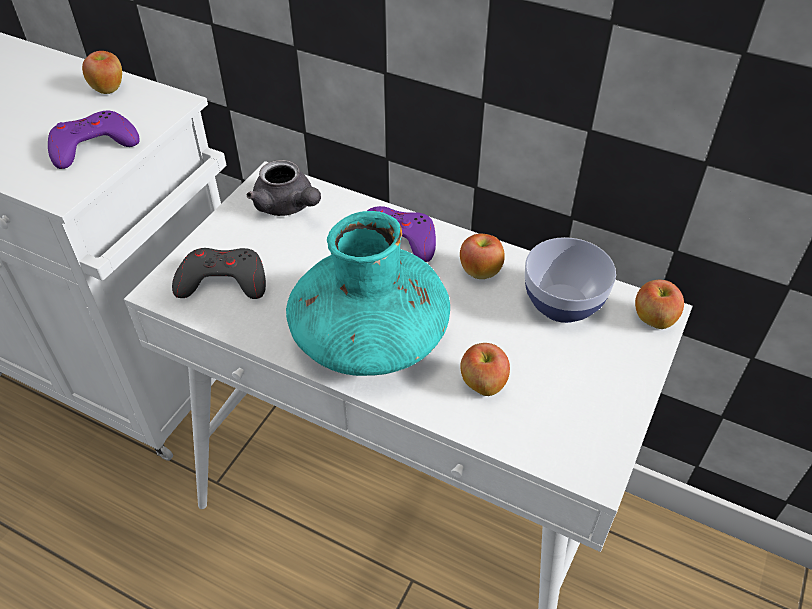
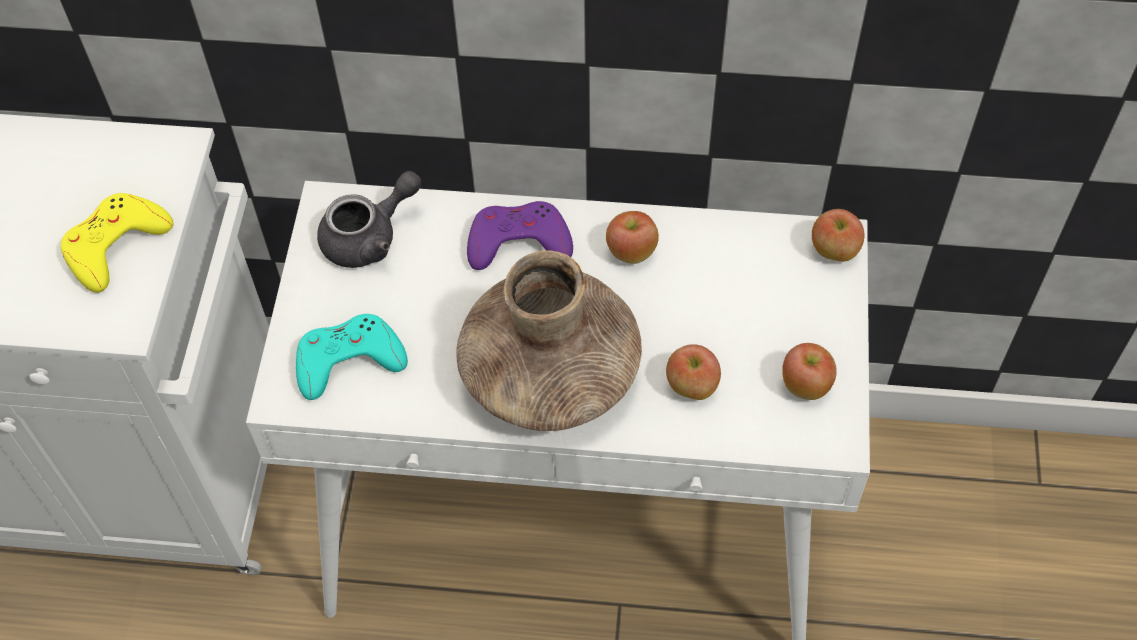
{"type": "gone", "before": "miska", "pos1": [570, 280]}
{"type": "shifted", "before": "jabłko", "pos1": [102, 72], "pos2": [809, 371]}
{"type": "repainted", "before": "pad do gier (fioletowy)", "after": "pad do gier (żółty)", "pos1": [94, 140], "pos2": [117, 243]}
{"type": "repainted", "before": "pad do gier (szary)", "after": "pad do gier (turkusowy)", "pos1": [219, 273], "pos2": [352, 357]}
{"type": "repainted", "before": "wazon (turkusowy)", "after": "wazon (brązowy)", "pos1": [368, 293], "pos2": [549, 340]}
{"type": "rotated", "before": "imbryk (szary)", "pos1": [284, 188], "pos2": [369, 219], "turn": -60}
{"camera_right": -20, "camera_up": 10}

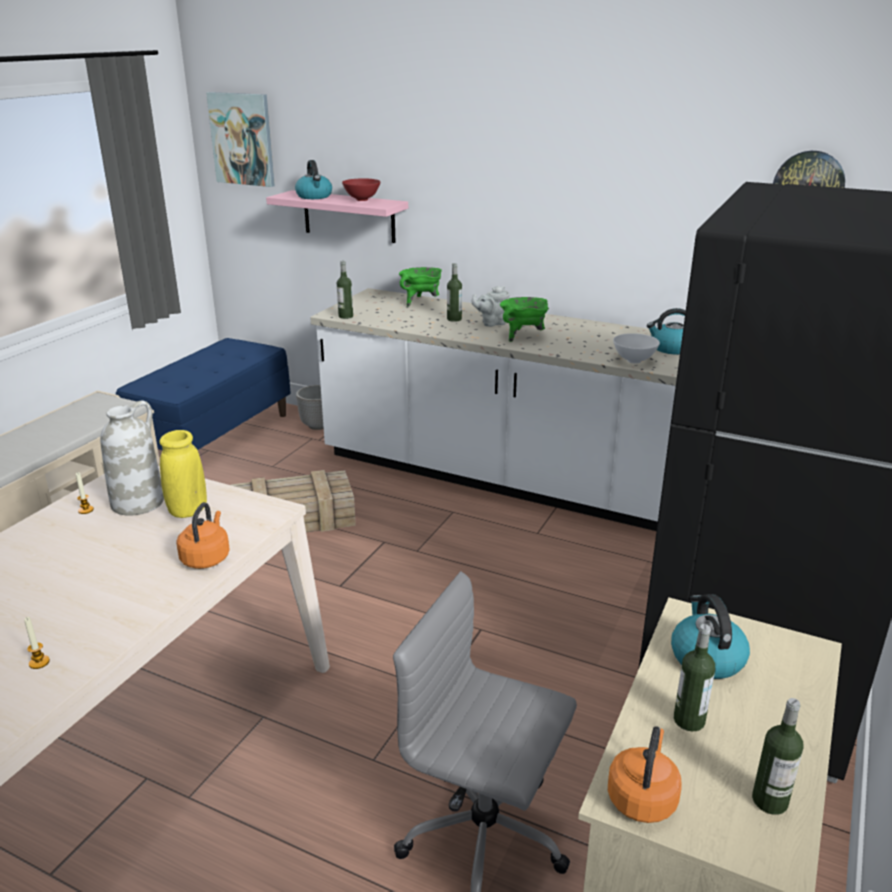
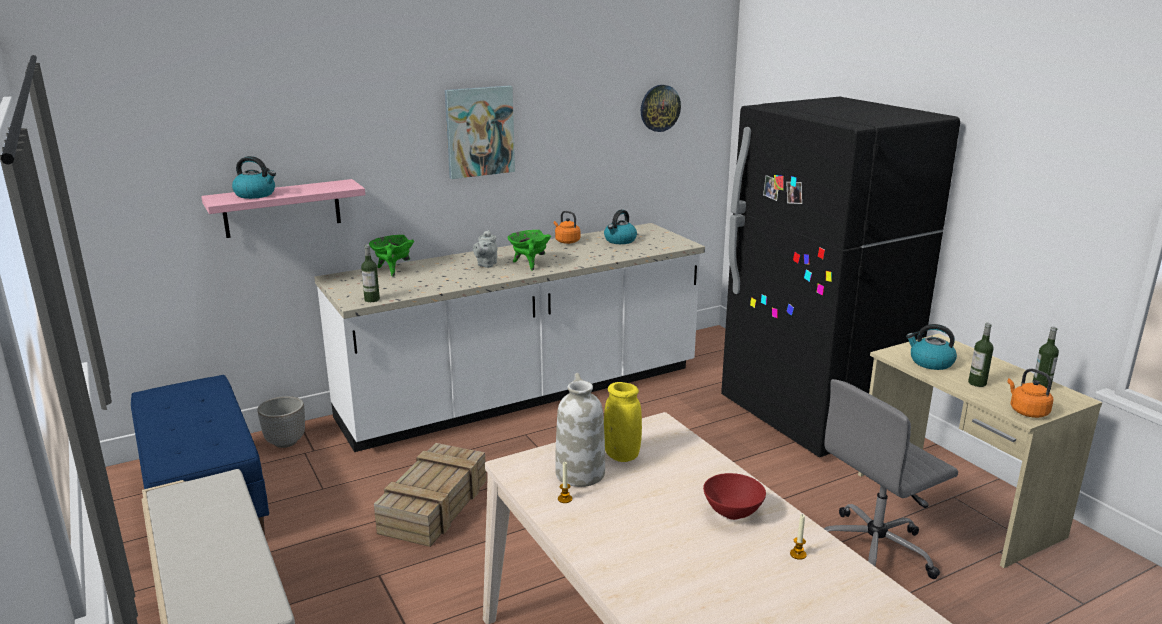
{"type": "gone", "before": "butelka", "pos1": [454, 292]}
{"type": "gone", "before": "miska (biały)", "pos1": [636, 348]}
{"type": "shifted", "before": "czajnik (pomarańczowy)", "pos1": [203, 535], "pos2": [567, 227]}
{"type": "shifted", "before": "obraz", "pos1": [240, 139], "pos2": [480, 132]}
{"type": "shifted", "before": "miska (czerwony)", "pos1": [361, 189], "pos2": [734, 496]}
{"camera_right": -55, "camera_up": -5}

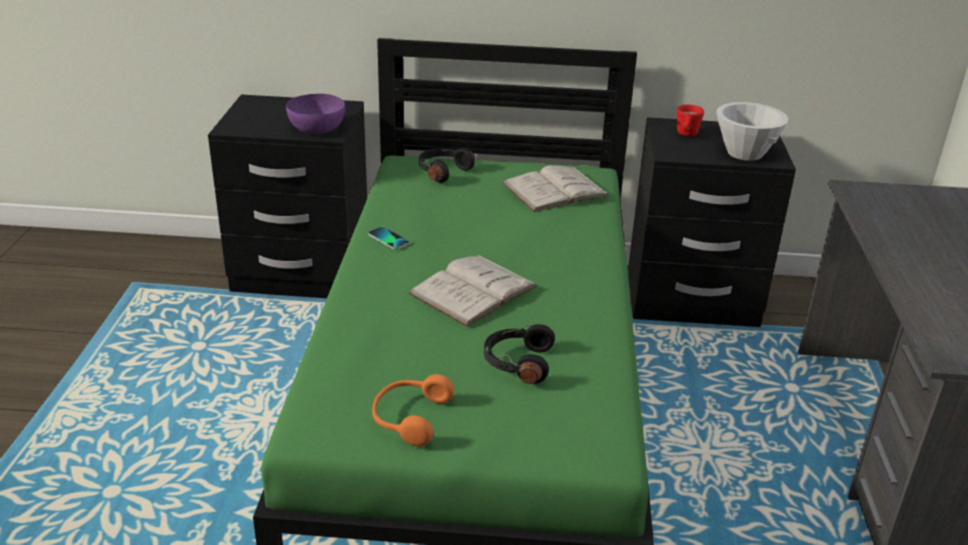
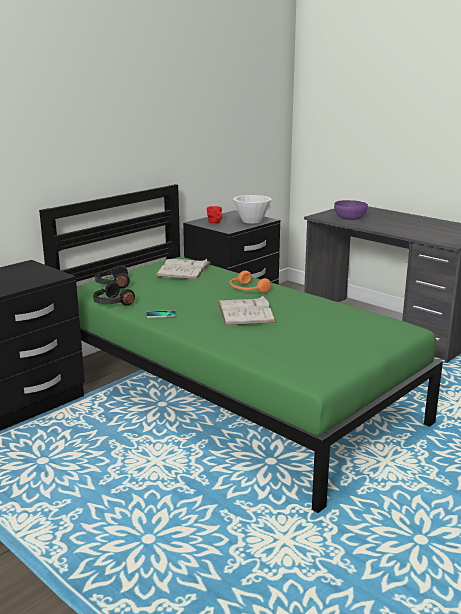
{"type": "shifted", "before": "miska (fioletowy)", "pos1": [315, 114], "pos2": [351, 210]}
{"type": "shifted", "before": "słuchawki (pomarańczowy)", "pos1": [413, 410], "pos2": [250, 282]}
{"type": "shifted", "before": "słuchawki (czarny)", "pos1": [519, 354], "pos2": [114, 294]}
{"camera_right": -50, "camera_up": -10}

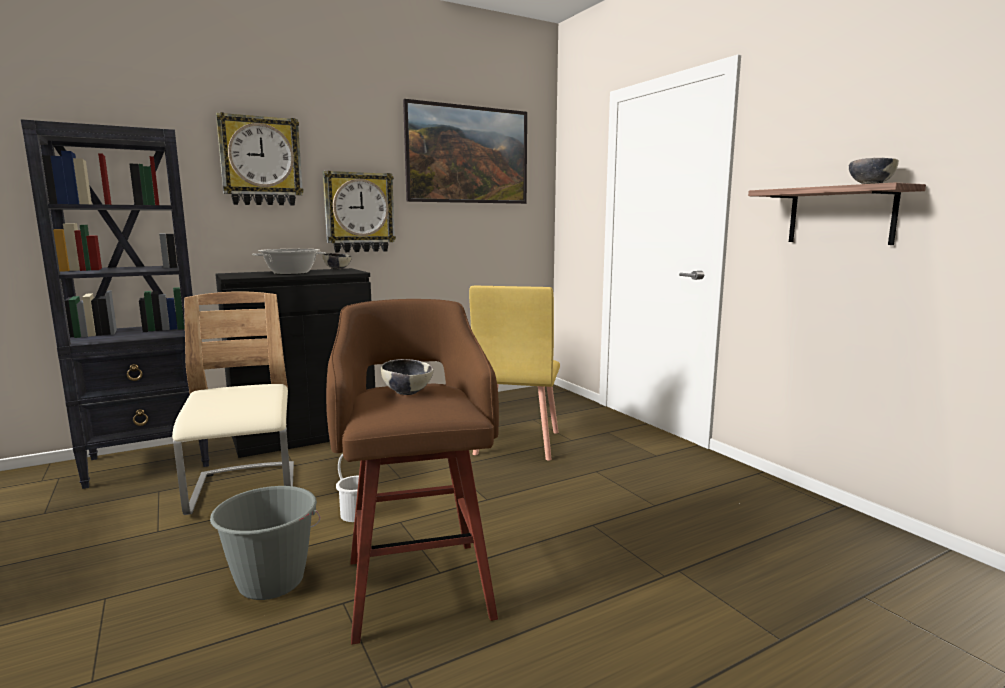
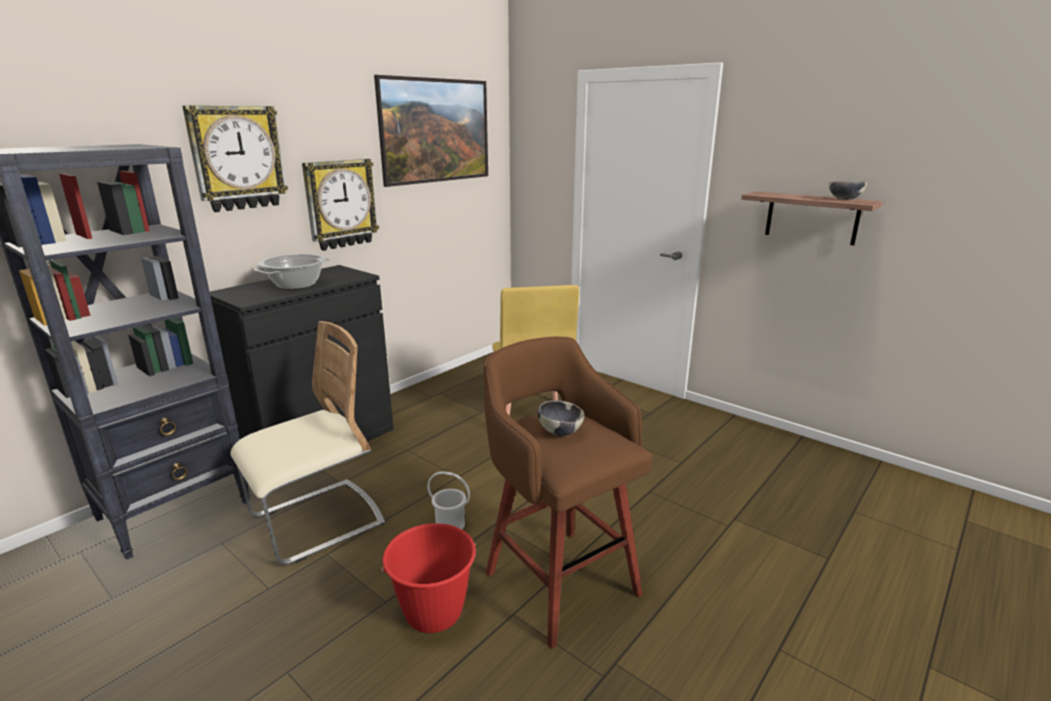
{"type": "gone", "before": "miska", "pos1": [337, 261]}
{"type": "repainted", "before": "wiadro (szary)", "after": "wiadro (czerwony)", "pos1": [265, 543], "pos2": [428, 578]}
{"type": "rotated", "before": "krzesło (beżowy)", "pos1": [233, 403], "pos2": [307, 443], "turn": 90}
{"camera_right": -20, "camera_up": 10}

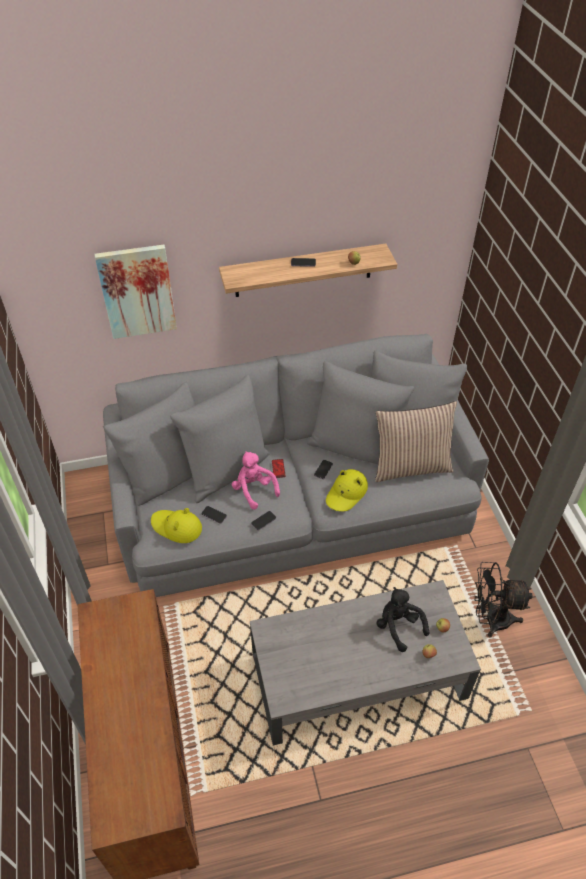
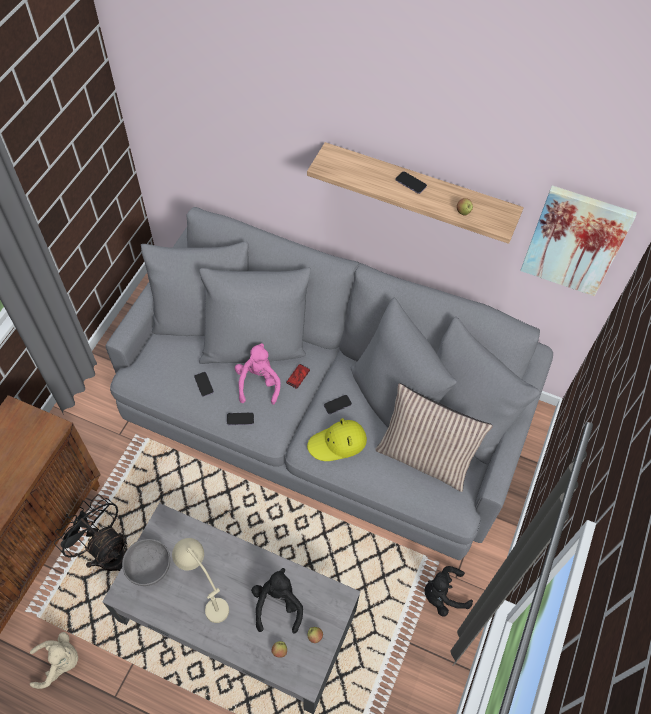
{"type": "gone", "before": "kapelusz (żółty)", "pos1": [176, 525]}
{"type": "new", "after": "pluszak (beżowy)", "pos2": [54, 660]}
{"type": "new", "after": "miska (szary)", "pos2": [146, 562]}
{"type": "new", "after": "lampa stołowa (beżowy)", "pos2": [200, 580]}
{"type": "new", "after": "pluszak (czarny)", "pos2": [449, 591]}
{"type": "shifted", "before": "obraz", "pos1": [135, 291], "pos2": [578, 240]}
{"type": "shifted", "before": "wentylator (czarny)", "pos1": [504, 600], "pos2": [90, 532]}
{"camera_right": 35, "camera_up": 10}

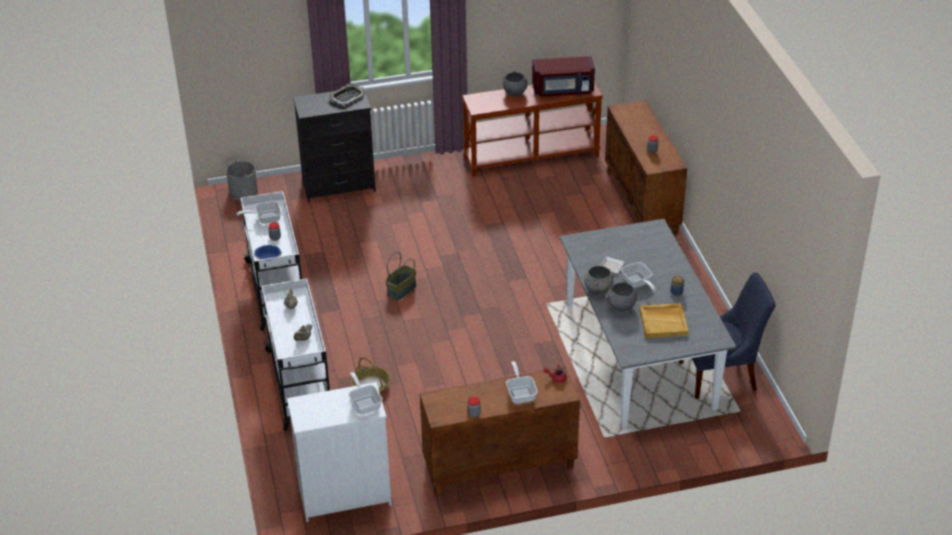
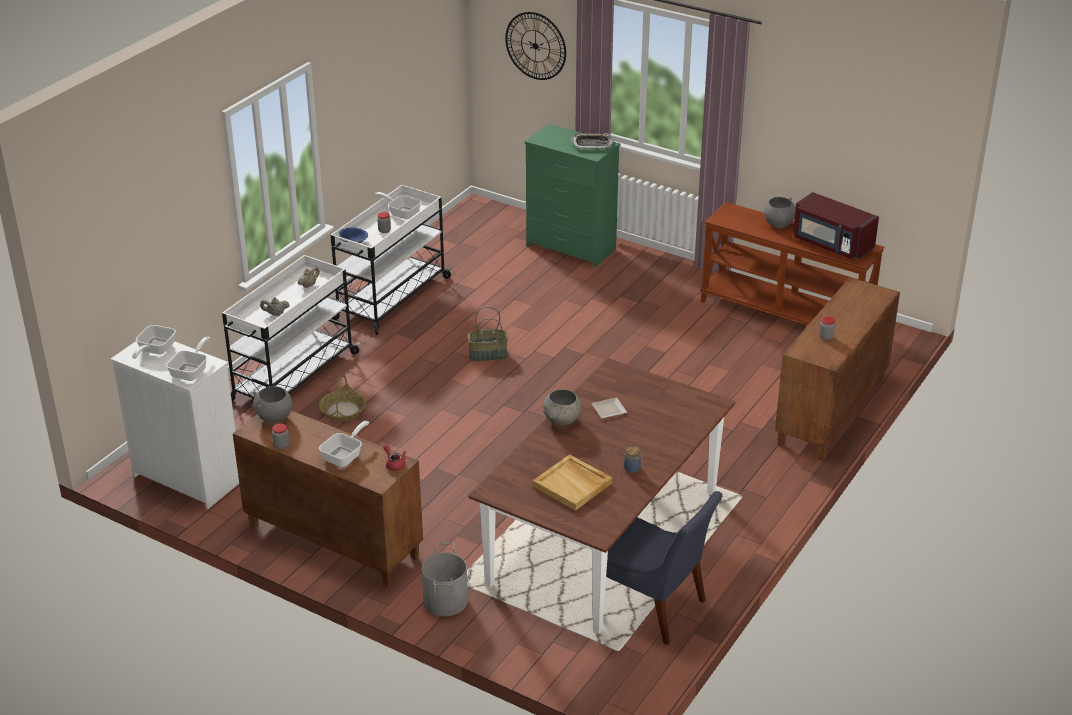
{"type": "new", "after": "zegar ścienny", "pos2": [535, 46]}
{"type": "shifted", "before": "wiadro (szary)", "pos1": [241, 179], "pos2": [445, 579]}
{"type": "shifted", "before": "miska (szary)", "pos1": [622, 297], "pos2": [272, 404]}
{"type": "shifted", "before": "patelnia", "pos1": [638, 276], "pos2": [154, 342]}
{"type": "repainted", "before": "komoda (czarny)", "after": "komoda (zielony)", "pos1": [334, 144], "pos2": [572, 196]}
{"type": "repainted", "before": "stół jadalny (szary)", "after": "stół jadalny (brązowy)", "pos1": [648, 323], "pos2": [601, 496]}
{"camera_right": 45, "camera_up": -5}

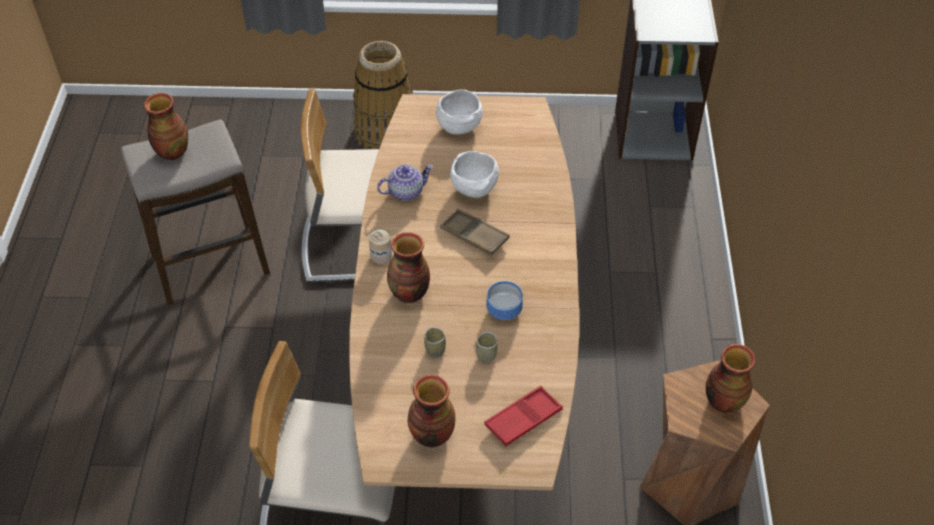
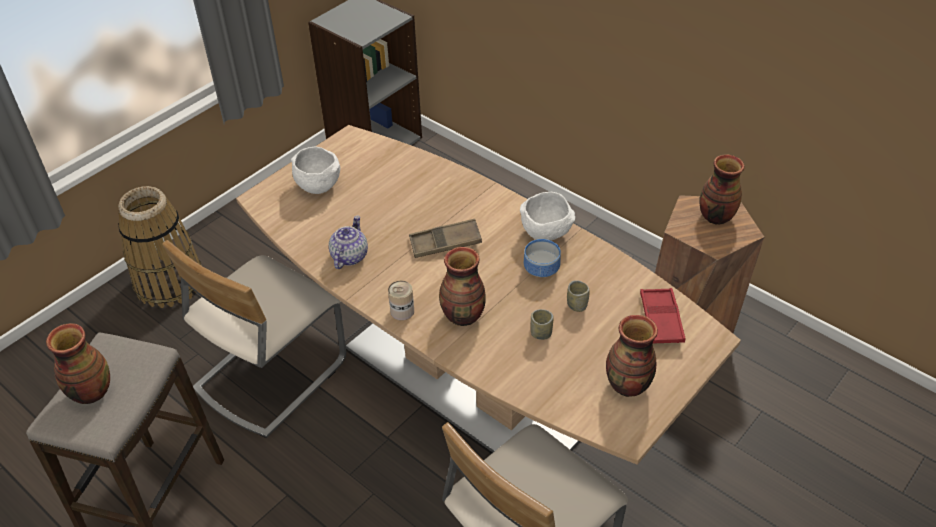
{"type": "shifted", "before": "miska (biały)", "pos1": [474, 174], "pos2": [547, 216]}
{"camera_right": -50, "camera_up": -5}

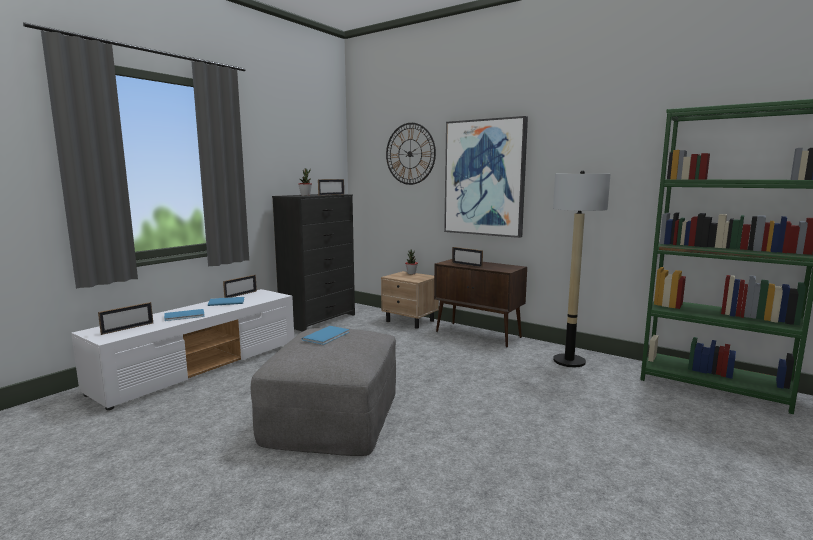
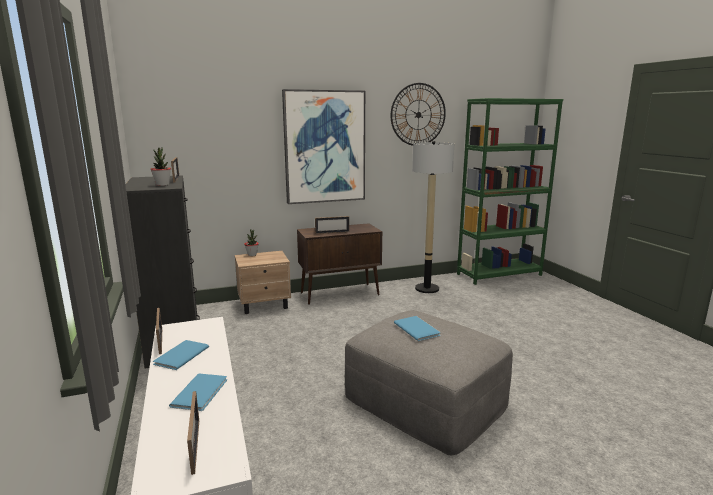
{"type": "shifted", "before": "zegar ścienny", "pos1": [411, 154], "pos2": [418, 114]}
{"camera_right": -55, "camera_up": 5}

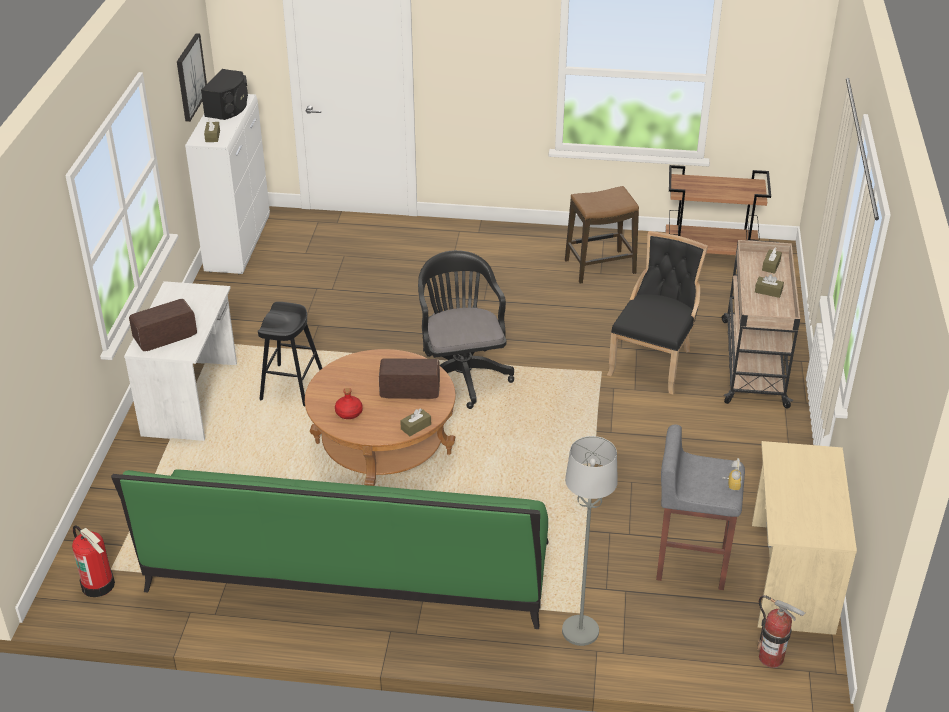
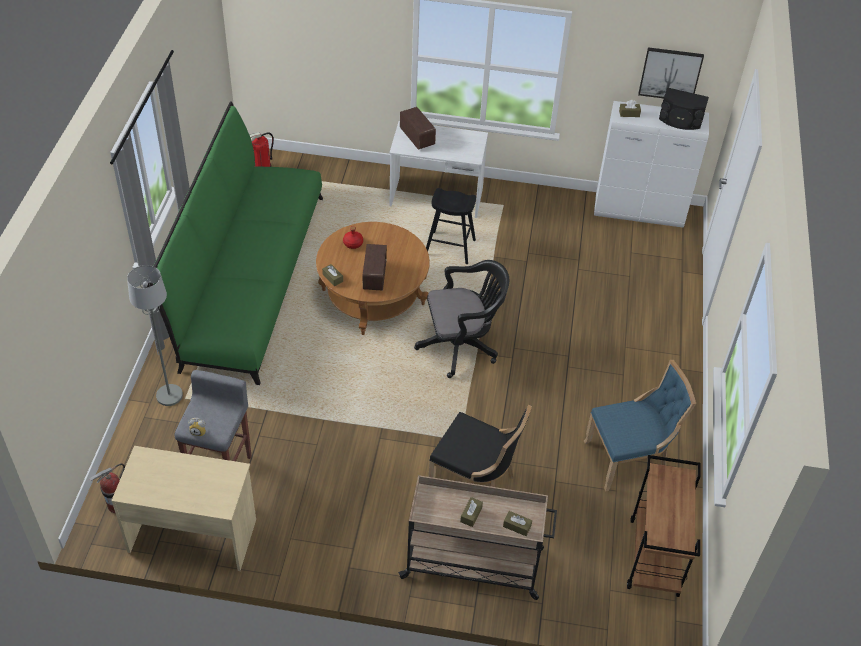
{"type": "swapped", "before": "stołek", "after": "krzesło (niebieski)", "pos1": [602, 235], "pos2": [640, 426]}
{"camera_right": 90, "camera_up": 10}

